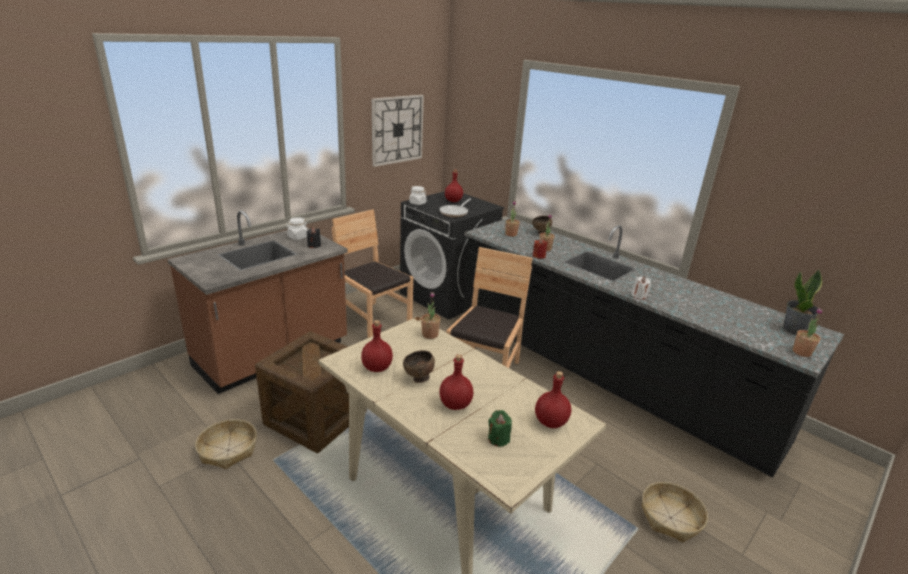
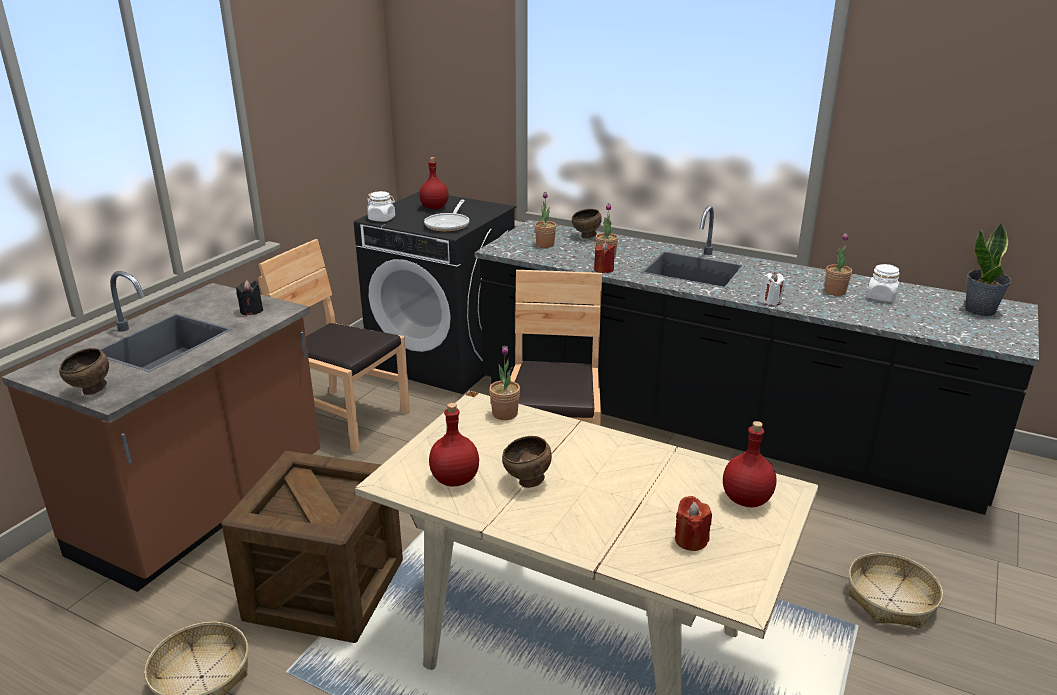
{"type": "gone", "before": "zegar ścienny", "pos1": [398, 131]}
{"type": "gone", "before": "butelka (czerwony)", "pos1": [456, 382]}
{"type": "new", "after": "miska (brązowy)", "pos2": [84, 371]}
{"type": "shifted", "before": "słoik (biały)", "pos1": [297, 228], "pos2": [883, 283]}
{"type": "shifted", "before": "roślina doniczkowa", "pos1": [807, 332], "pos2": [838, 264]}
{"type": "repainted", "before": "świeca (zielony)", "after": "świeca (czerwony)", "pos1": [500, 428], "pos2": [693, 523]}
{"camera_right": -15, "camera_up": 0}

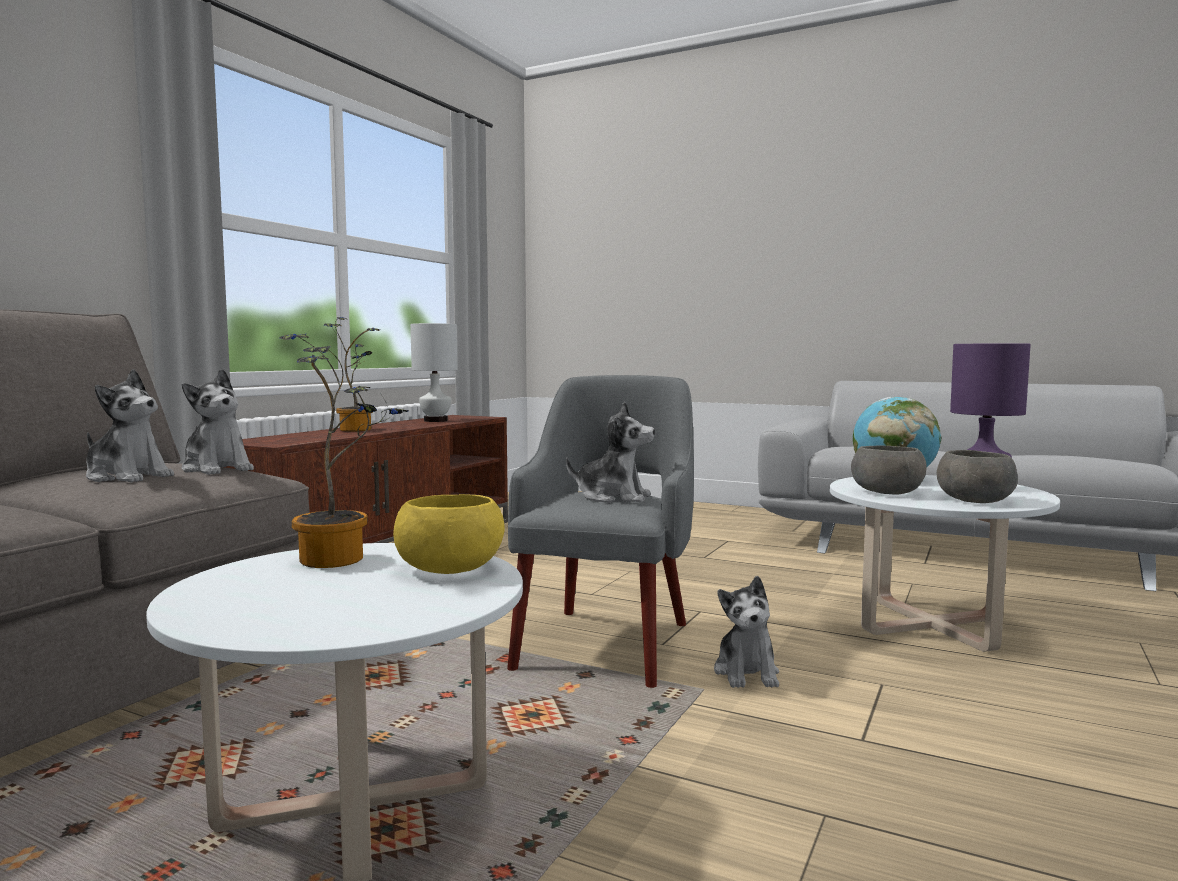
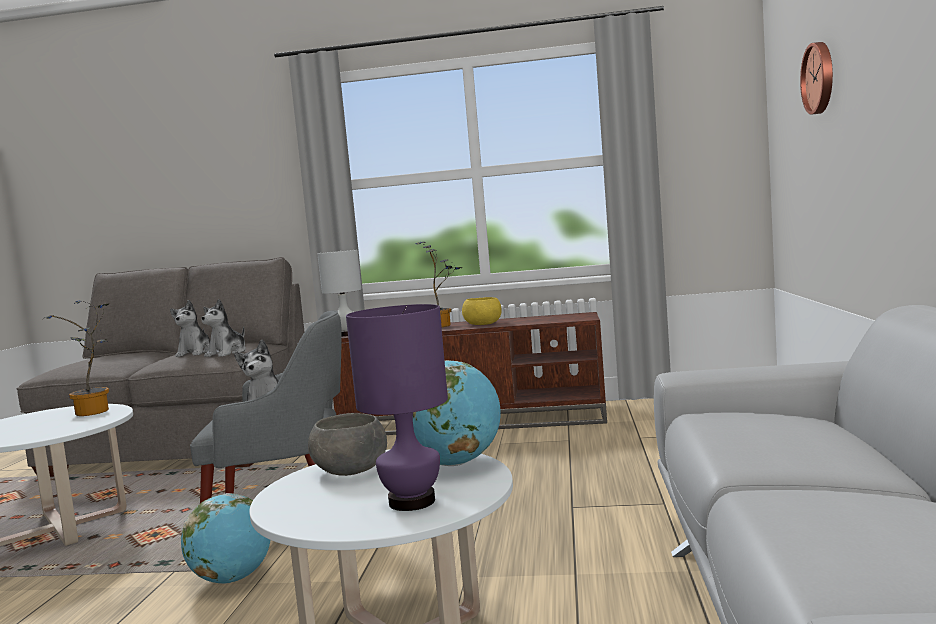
{"type": "gone", "before": "miska (szary)", "pos1": [977, 476]}
{"type": "new", "after": "zegar ścienny", "pos2": [816, 78]}
{"type": "shifted", "before": "miska (żółty)", "pos1": [449, 534], "pos2": [482, 311]}
{"type": "shifted", "before": "lampa stołowa (biały)", "pos1": [434, 372], "pos2": [339, 293]}
{"type": "swapped", "before": "pluszak", "after": "globus", "pos1": [746, 632], "pos2": [225, 538]}
{"camera_right": 70, "camera_up": 0}

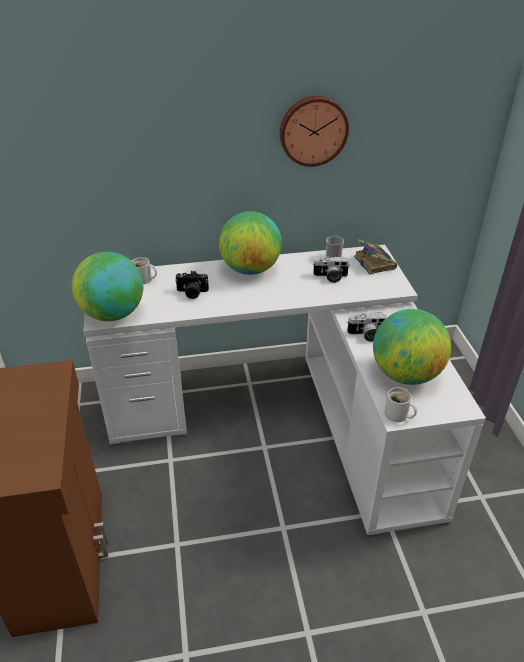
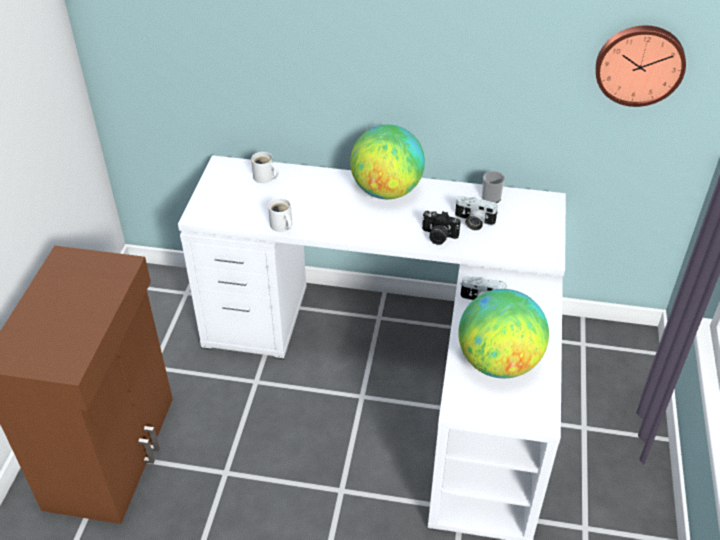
{"type": "gone", "before": "globus", "pos1": [107, 286]}
{"type": "gone", "before": "książka", "pos1": [375, 257]}
{"type": "shifted", "before": "aparat fotograficzny", "pos1": [192, 285], "pos2": [441, 227]}
{"type": "shifted", "before": "zegar ścienny", "pos1": [314, 131], "pos2": [641, 66]}
{"type": "shifted", "before": "kubek (biały)", "pos1": [400, 404], "pos2": [280, 215]}
{"camera_right": 20, "camera_up": 5}

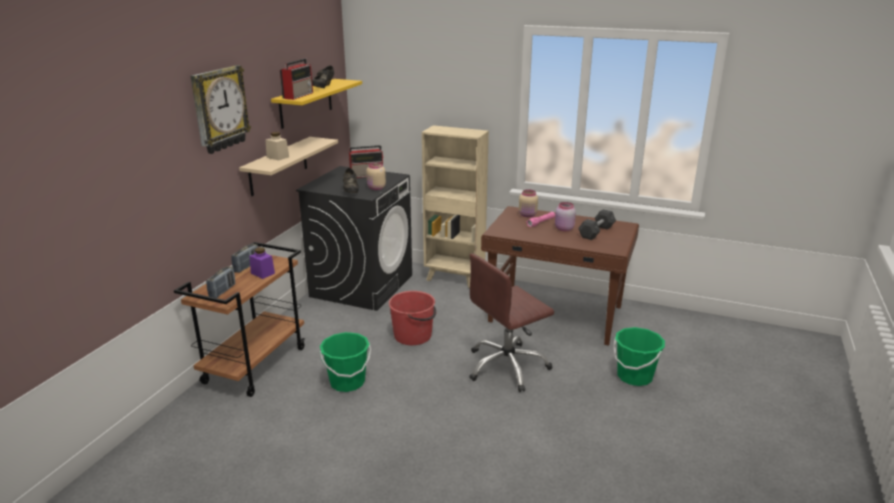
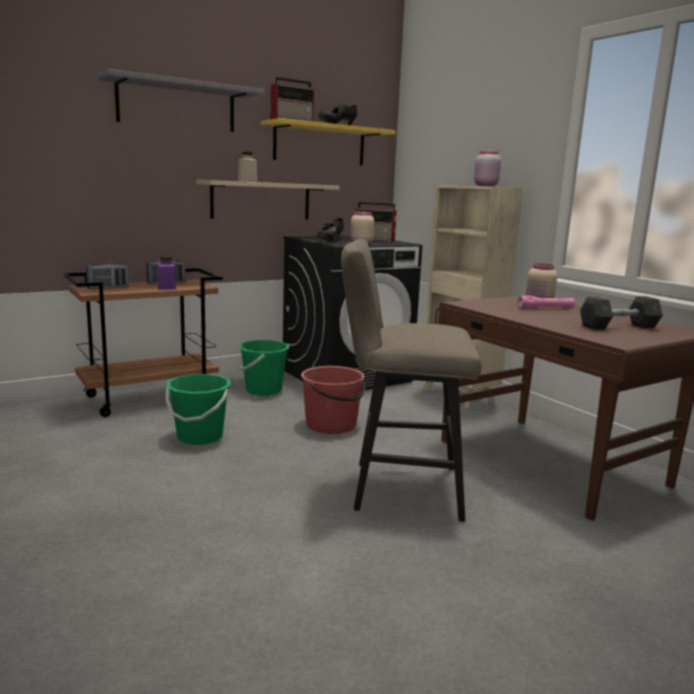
{"type": "shifted", "before": "słoik (różowy)", "pos1": [565, 216], "pos2": [487, 169]}
{"type": "shifted", "before": "wiadro (zielony)", "pos1": [639, 356], "pos2": [264, 368]}
{"type": "swapped", "before": "zegar ścienny", "after": "półka (szary)", "pos1": [221, 109], "pos2": [180, 100]}
{"type": "swapped", "before": "krzesło biurowe (brązowy)", "after": "stołek (beżowy)", "pos1": [511, 322], "pos2": [411, 380]}
{"camera_right": 35, "camera_up": -10}

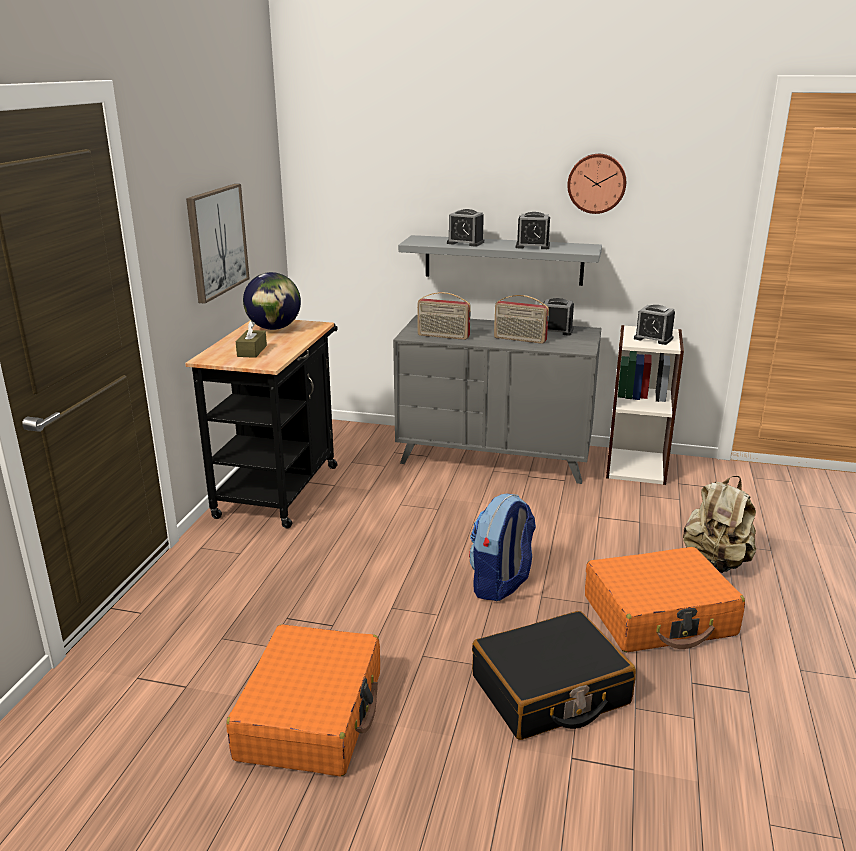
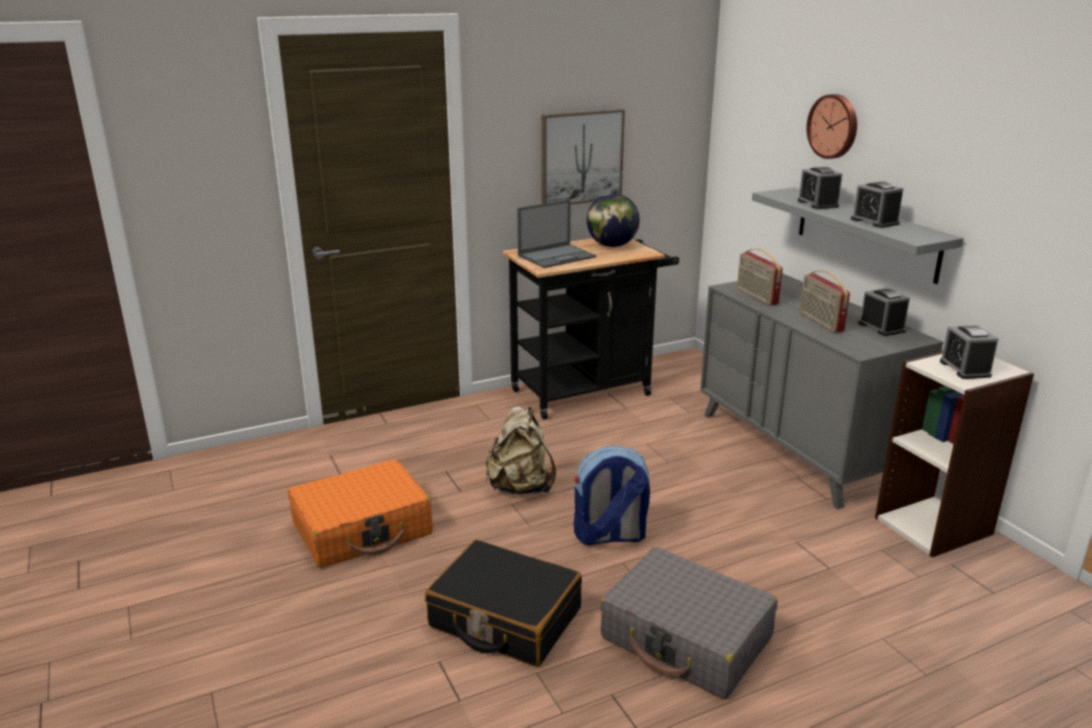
{"type": "shifted", "before": "zegar ścienny", "pos1": [596, 184], "pos2": [832, 126]}
{"type": "shifted", "before": "plecak (beżowy)", "pos1": [719, 524], "pos2": [521, 450]}
{"type": "swapped", "before": "pudełko chusteczek (brązowy)", "after": "laptop", "pos1": [251, 339], "pos2": [556, 234]}
{"type": "repainted", "before": "walizka (pomarańczowy)", "after": "walizka (szary)", "pos1": [665, 599], "pos2": [689, 623]}
{"camera_right": 50, "camera_up": 0}

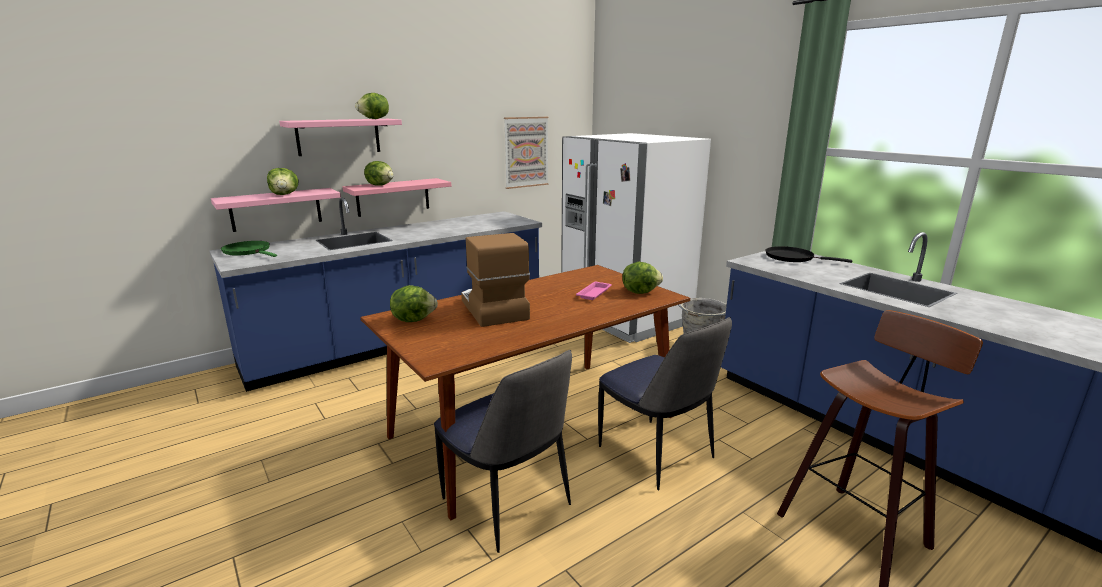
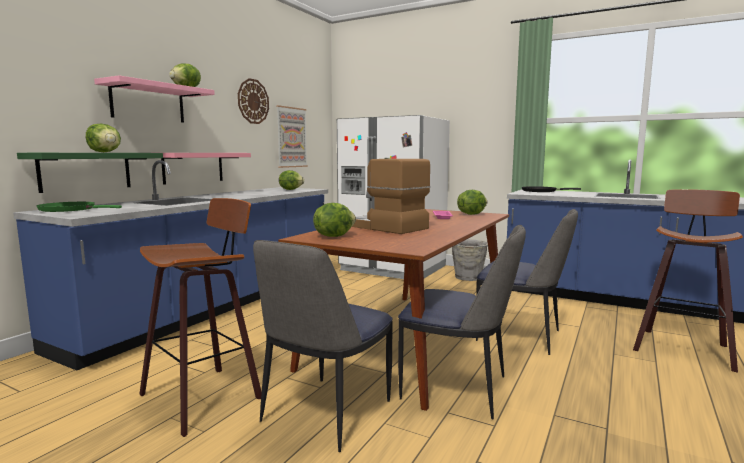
{"type": "new", "after": "stołek", "pos2": [201, 317]}
{"type": "new", "after": "zegar ścienny", "pos2": [253, 101]}
{"type": "new", "after": "krzesło", "pos2": [322, 346]}
{"type": "shifted", "before": "sałata", "pos1": [378, 173], "pos2": [291, 180]}
{"type": "repainted", "before": "półka (różowy)", "after": "półka (zielony)", "pos1": [276, 210], "pos2": [90, 173]}
{"camera_right": -25, "camera_up": -10}

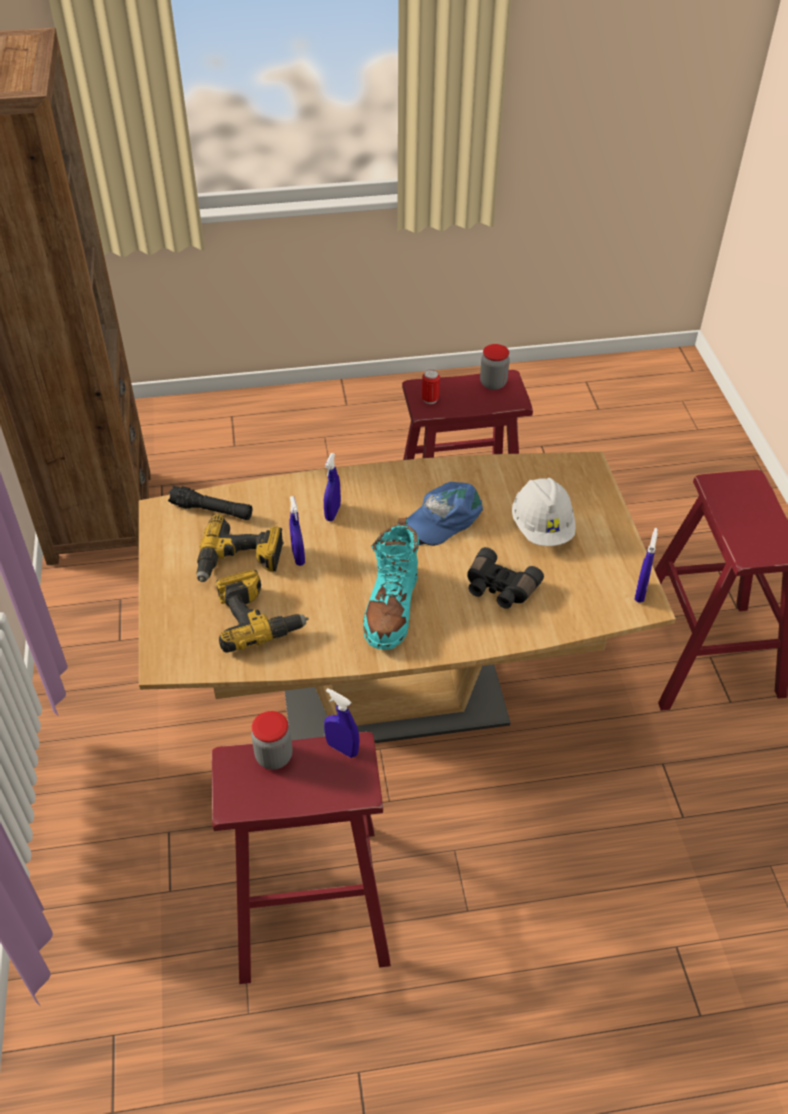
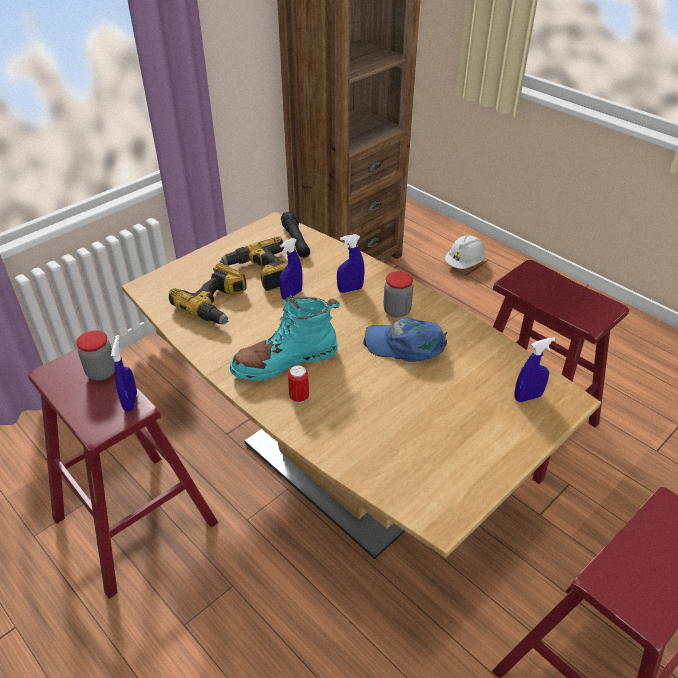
{"type": "gone", "before": "lornetka (czarny)", "pos1": [505, 578]}
{"type": "shifted", "before": "puszka", "pos1": [431, 386], "pos2": [298, 384]}
{"type": "shifted", "before": "słoik", "pos1": [495, 367], "pos2": [398, 294]}
{"type": "shifted", "before": "kask (biały)", "pos1": [544, 512], "pos2": [465, 252]}
{"type": "shifted", "before": "spryskiwacz (niebieski)", "pos1": [646, 565], "pos2": [534, 369]}
{"camera_right": 55, "camera_up": -5}

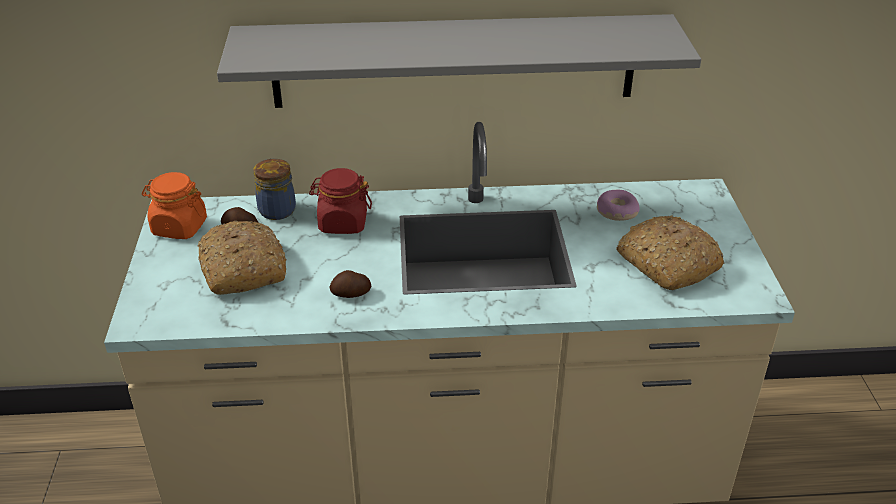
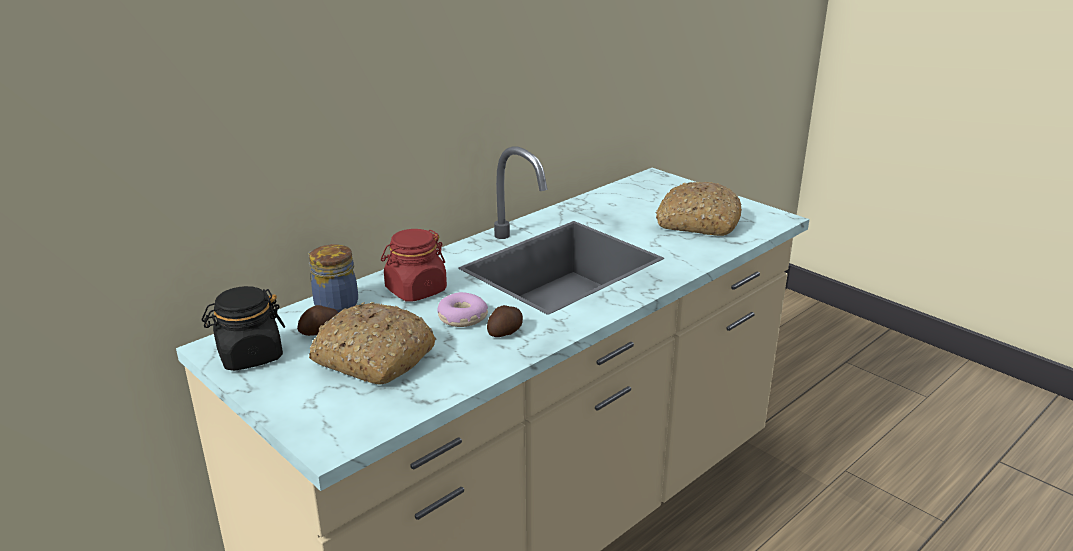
{"type": "gone", "before": "półka (szary)", "pos1": [459, 61]}
{"type": "shifted", "before": "donut", "pos1": [618, 205], "pos2": [462, 309]}
{"type": "repainted", "before": "słoik (pomarańczowy)", "after": "słoik (czarny)", "pos1": [174, 205], "pos2": [243, 328]}
{"camera_right": -40, "camera_up": -10}

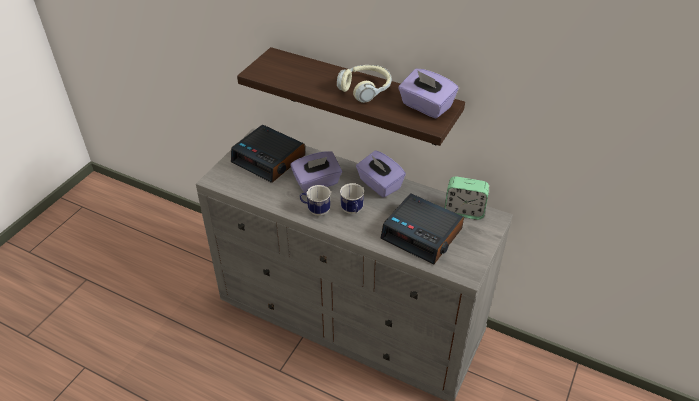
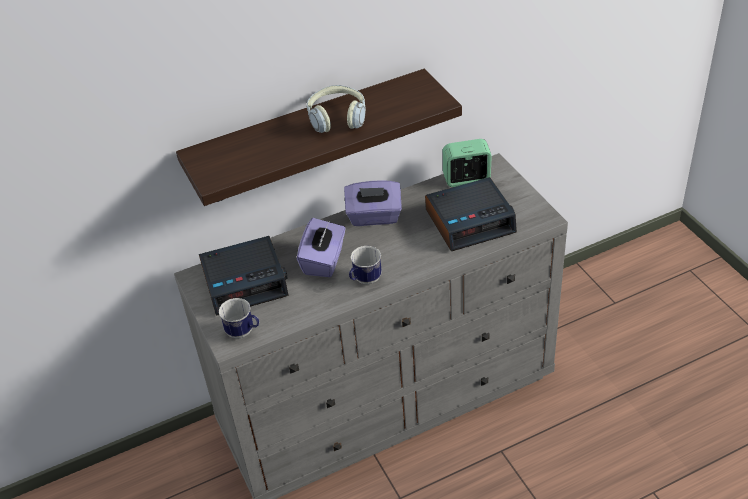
{"type": "gone", "before": "pudełko chusteczek (fioletowy)", "pos1": [428, 94]}
{"type": "shifted", "before": "kubek", "pos1": [352, 198], "pos2": [239, 318]}
{"type": "rotated", "before": "budzik", "pos1": [467, 198], "pos2": [467, 163], "turn": -150}
{"camera_right": -50, "camera_up": 0}

